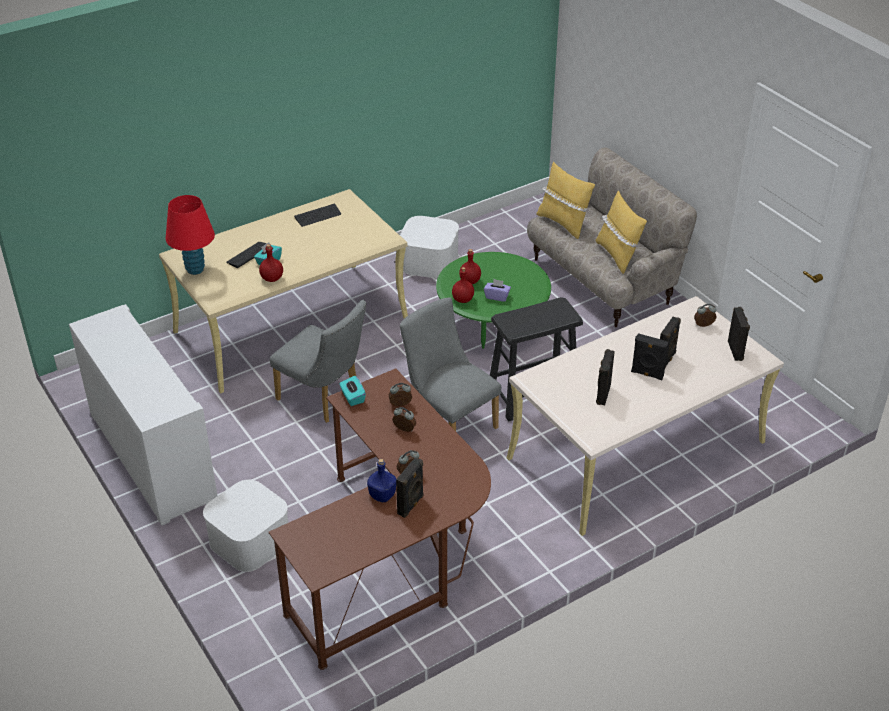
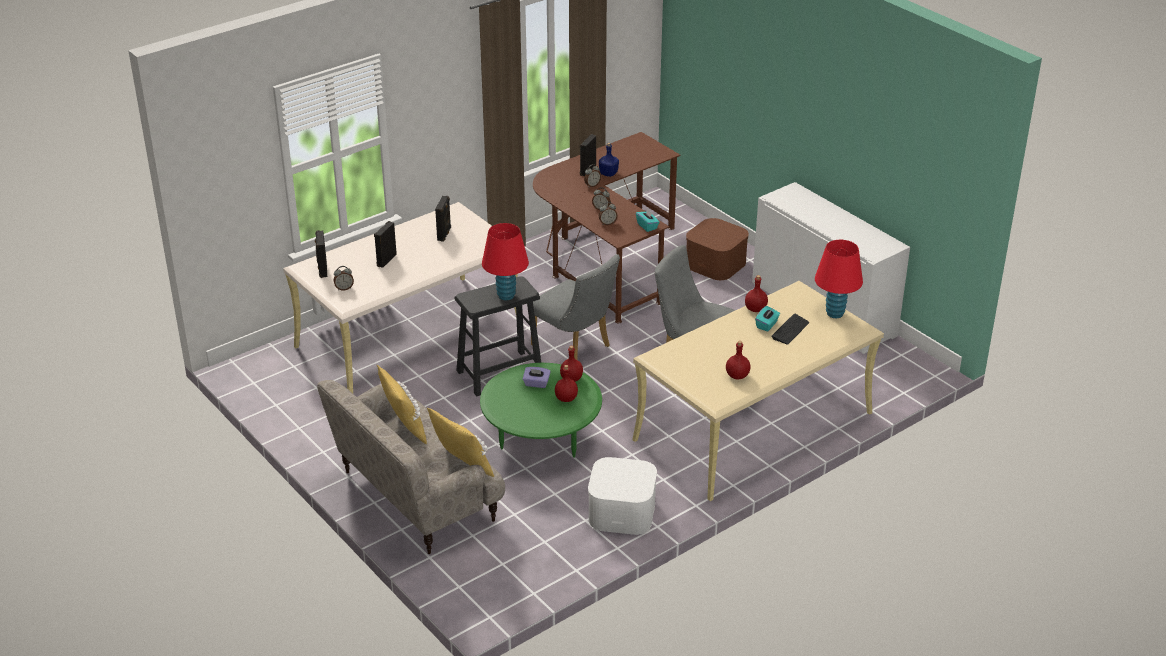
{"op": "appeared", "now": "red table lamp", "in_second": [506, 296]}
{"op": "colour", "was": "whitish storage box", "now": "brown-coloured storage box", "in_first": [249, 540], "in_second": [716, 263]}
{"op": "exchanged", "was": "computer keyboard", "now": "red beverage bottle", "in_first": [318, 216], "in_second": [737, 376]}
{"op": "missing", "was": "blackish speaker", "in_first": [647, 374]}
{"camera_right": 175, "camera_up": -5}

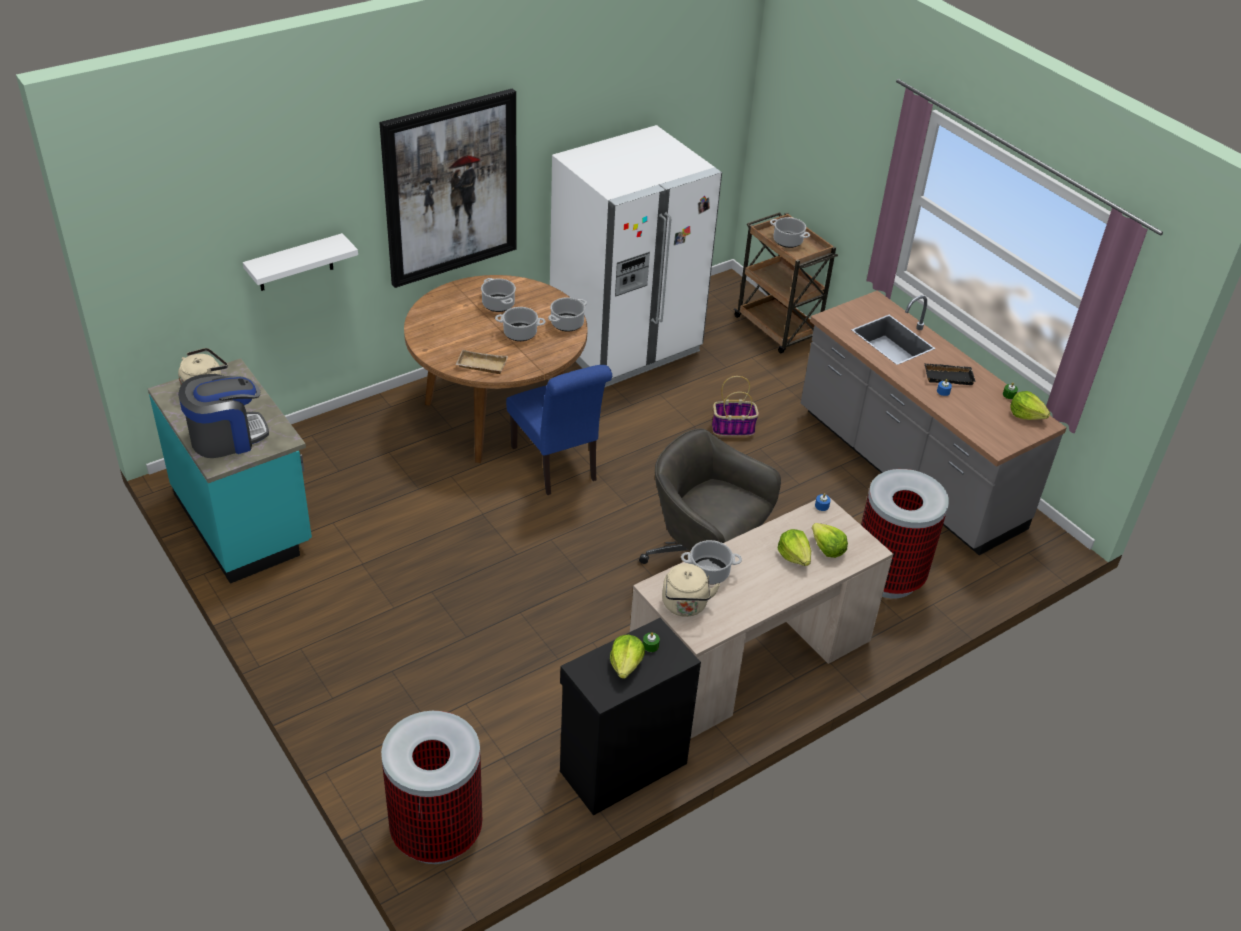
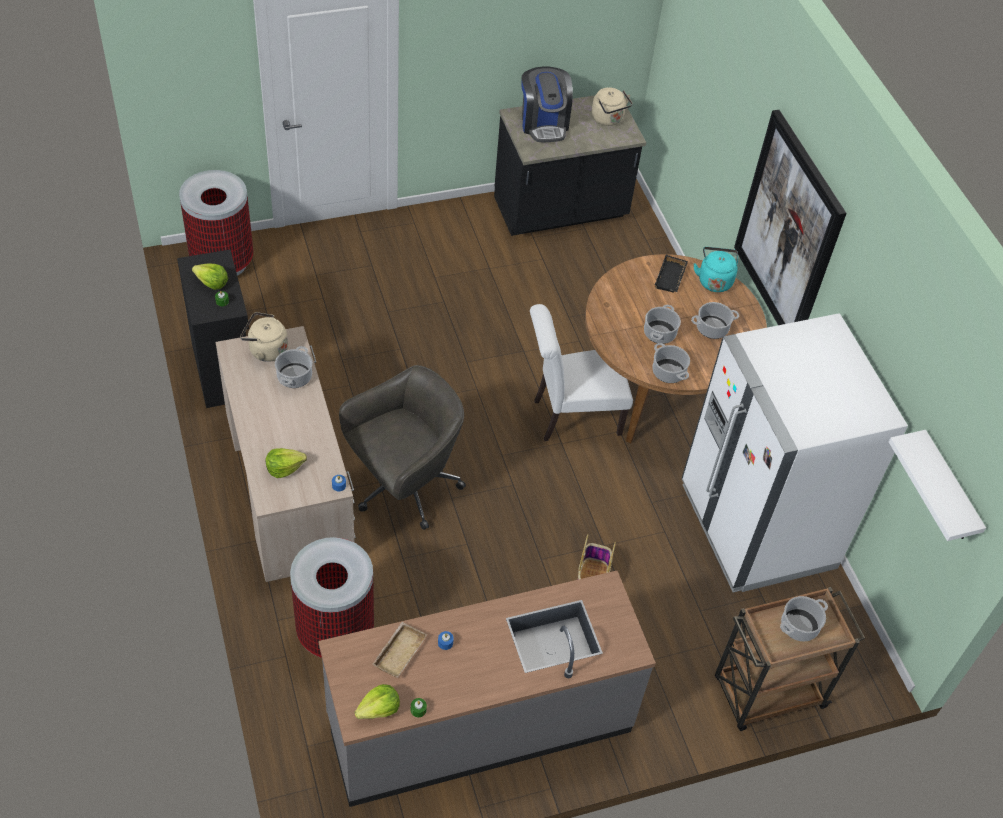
{"op": "relocated", "was": "beige-coloured tray", "in_first": [481, 366], "in_second": [398, 651]}
{"op": "colour", "was": "turquoise counter", "now": "blackish counter", "in_first": [244, 520], "in_second": [560, 211]}
{"op": "colour", "was": "blue upright chair", "now": "whitish upright chair", "in_first": [557, 466], "in_second": [571, 417]}
{"op": "relocated", "was": "blackish tray", "in_first": [948, 376], "in_second": [671, 278]}
{"op": "appeared", "now": "turquoise water kettle", "in_second": [714, 280]}
{"op": "relocated", "was": "whitish wall shelf", "in_first": [295, 263], "in_second": [948, 490]}
{"op": "missing", "was": "lettuce head", "in_first": [794, 556]}
{"camera_right": 105, "camera_up": 10}

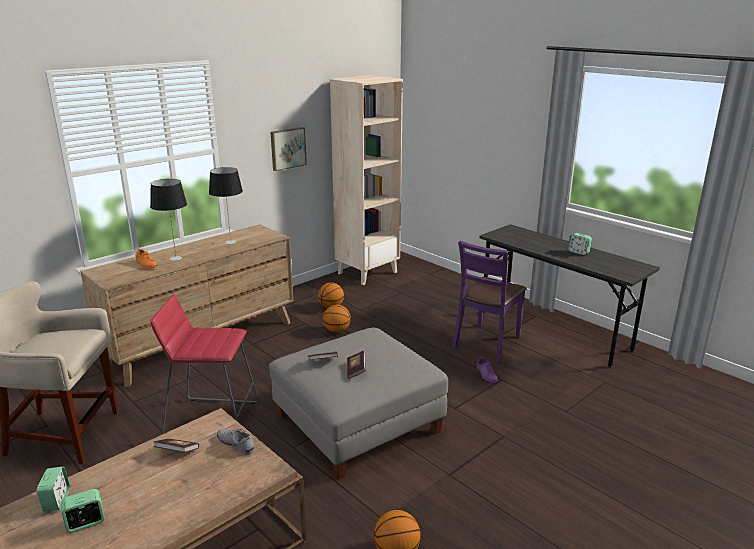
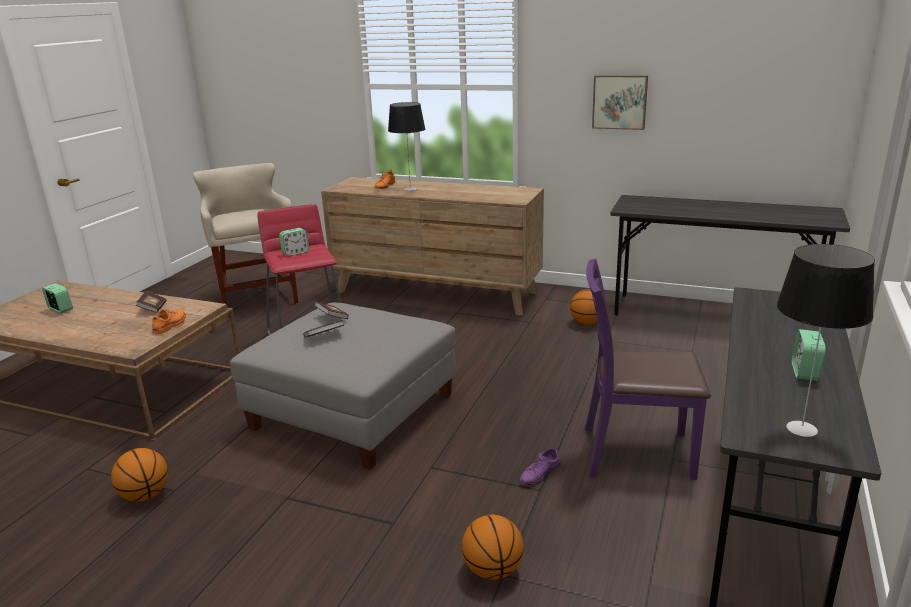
{"op": "colour", "was": "greyish shoe", "now": "orange shoe", "in_first": [236, 443], "in_second": [170, 325]}
{"op": "relocated", "was": "alarm clock", "in_first": [56, 501], "in_second": [295, 252]}
{"op": "relocated", "was": "basketball ball", "in_first": [337, 330], "in_second": [493, 570]}
{"op": "exchanged", "was": "beige-coloured shelving unit", "now": "greyish desk unit", "in_first": [367, 272], "in_second": [713, 315]}
{"op": "relocated", "was": "table lamp", "in_first": [231, 242], "in_second": [803, 429]}
{"camera_right": 65, "camera_up": 0}

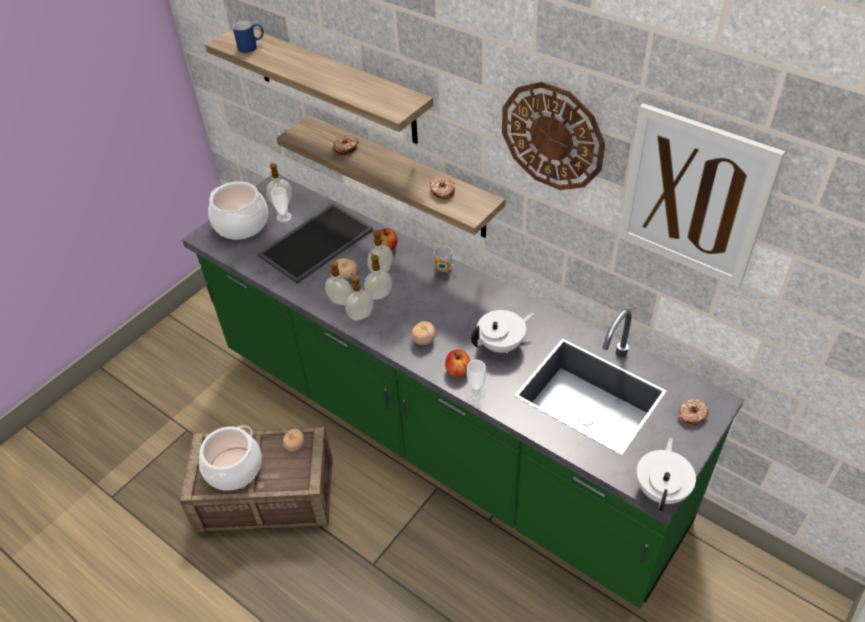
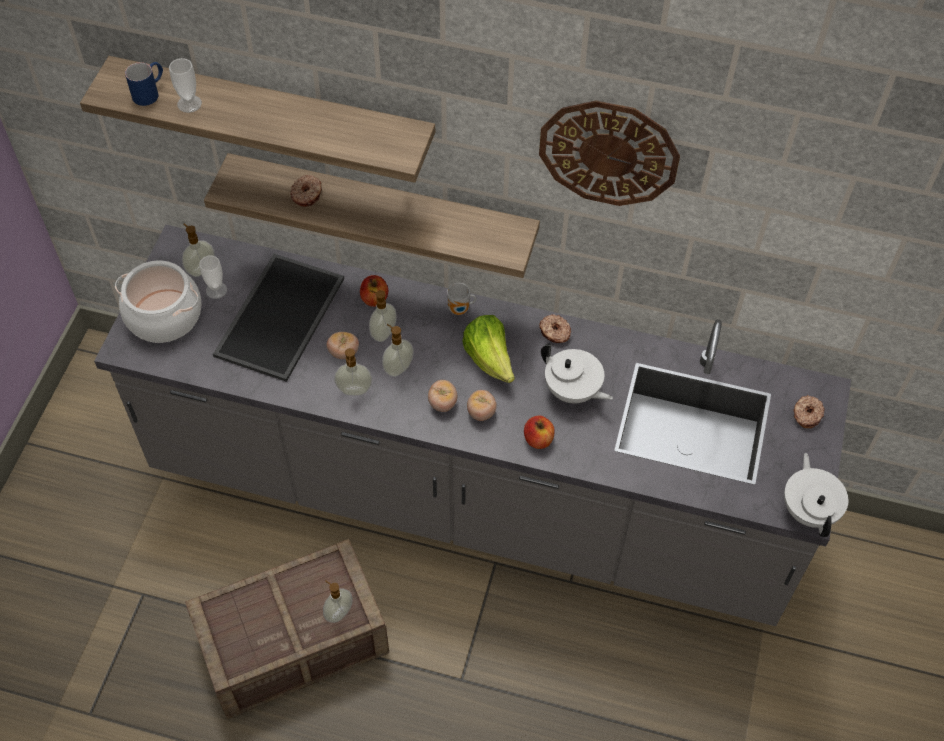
{"op": "colour", "was": "green counter", "now": "greyish counter", "in_first": [439, 435], "in_second": [470, 497]}
{"op": "relocated", "was": "drinking cup", "in_first": [476, 392], "in_second": [189, 104]}
{"op": "relocated", "was": "soap dispenser", "in_first": [360, 315], "in_second": [338, 612]}
{"op": "relocated", "was": "whole tomato", "in_first": [295, 445], "in_second": [442, 403]}
{"op": "appeared", "now": "lettuce head", "in_second": [490, 359]}
{"op": "relocated", "was": "donut", "in_first": [442, 192], "in_second": [554, 332]}
{"op": "spun", "was": "whitish pot for tea", "in_first": [501, 345], "in_second": [572, 391], "clockwise": 90}
{"op": "missing", "was": "saucepot", "in_first": [233, 469]}
{"op": "missing", "was": "wall art", "in_first": [693, 197]}
{"camera_right": -25, "camera_up": 10}

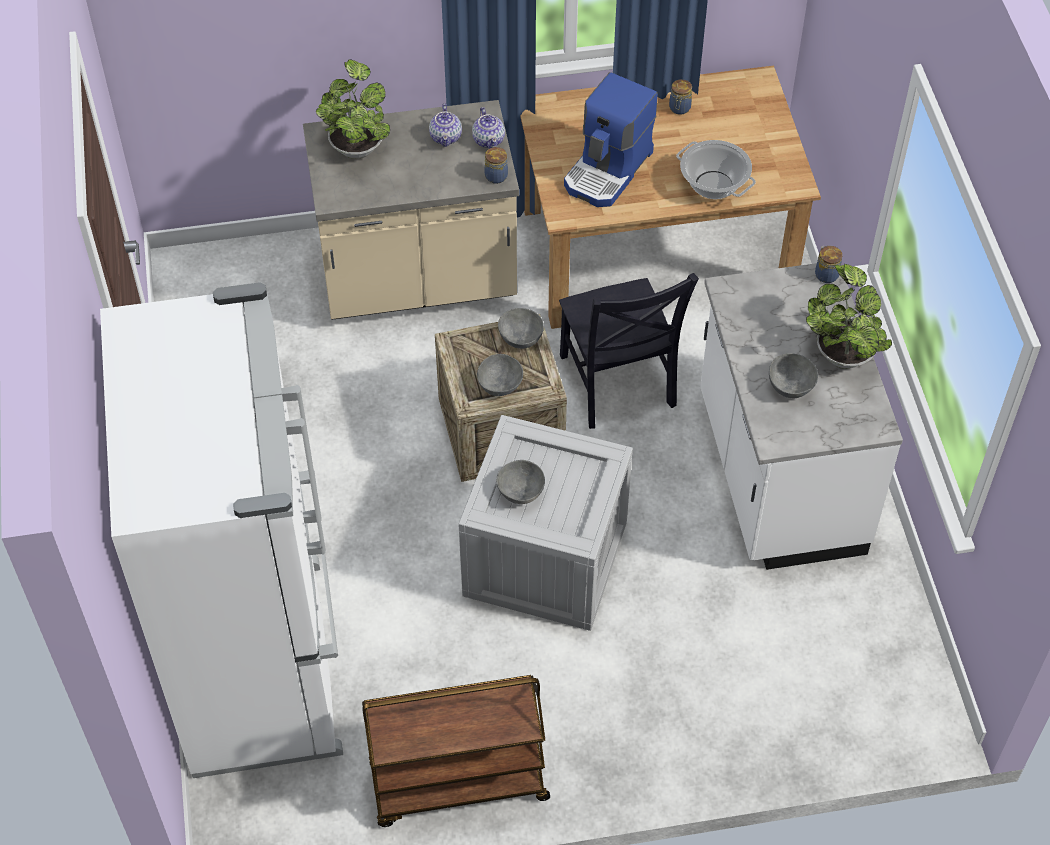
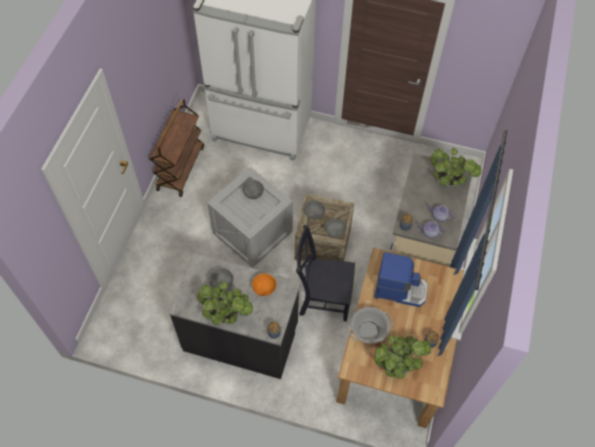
{"op": "colour", "was": "whitish counter", "now": "blackish counter", "in_first": [777, 476], "in_second": [241, 337]}
{"op": "appeared", "now": "orange bowl", "in_second": [263, 289]}
{"op": "appeared", "now": "houseplant", "in_second": [397, 364]}
{"op": "spun", "was": "coffee maker", "in_first": [609, 170], "in_second": [400, 289], "clockwise": 135}
{"camera_right": 115, "camera_up": 5}

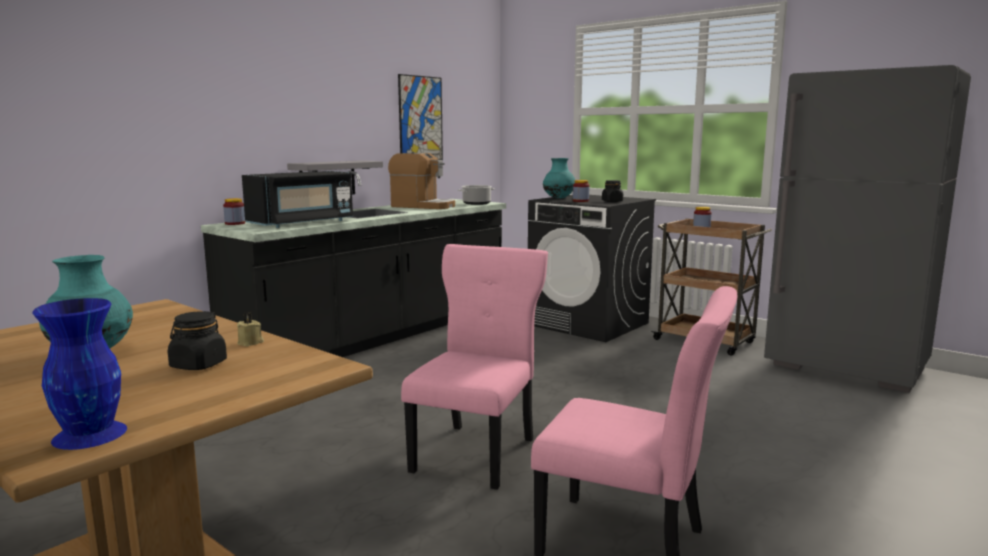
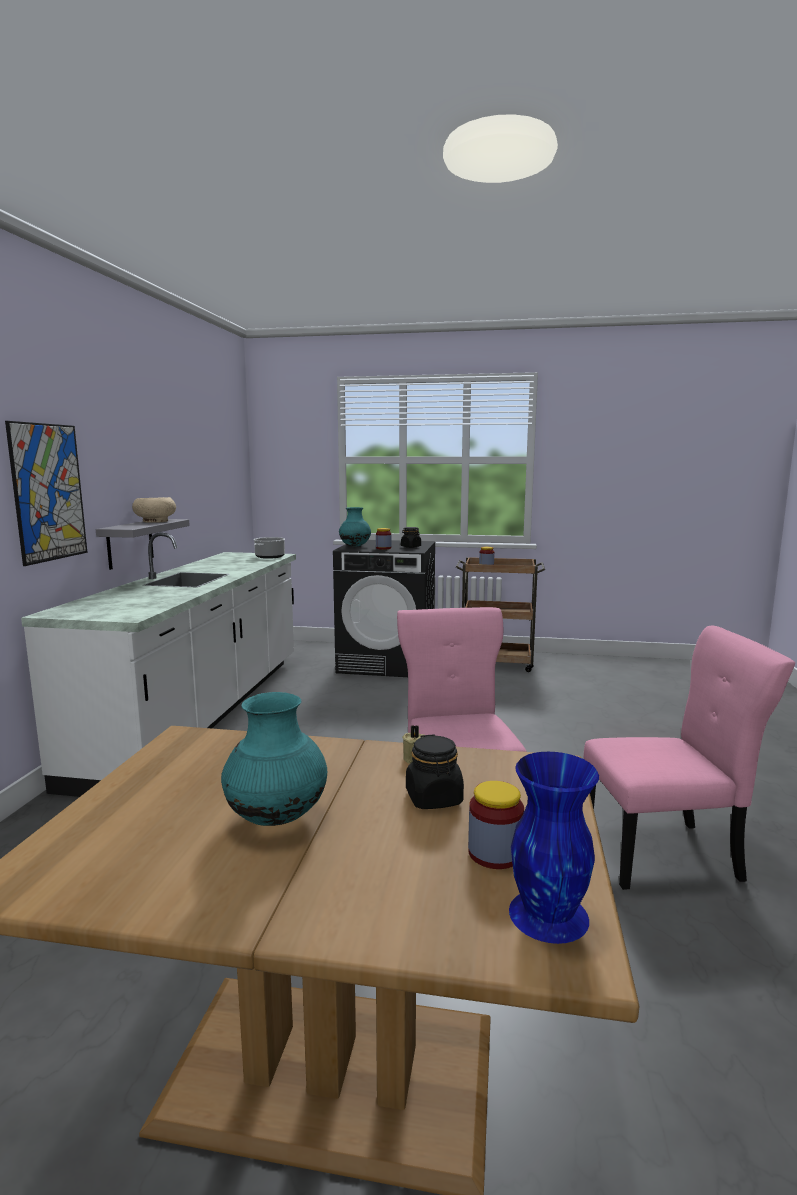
{"op": "relocated", "was": "wall art", "in_first": [420, 119], "in_second": [48, 492]}
{"op": "colour", "was": "blackish counter", "now": "whitish counter", "in_first": [378, 336], "in_second": [202, 713]}
{"op": "appeared", "now": "beige-coloured bowl", "in_second": [155, 521]}
{"op": "relocated", "was": "jar", "in_first": [235, 223], "in_second": [494, 853]}
{"op": "missing", "was": "blackish kitchen microwave", "in_first": [302, 223]}
{"op": "missing", "was": "coffee maker", "in_first": [422, 206]}
{"op": "missing", "was": "greyish kitchen fridge", "in_first": [846, 370]}
{"camera_right": -30, "camera_up": 0}

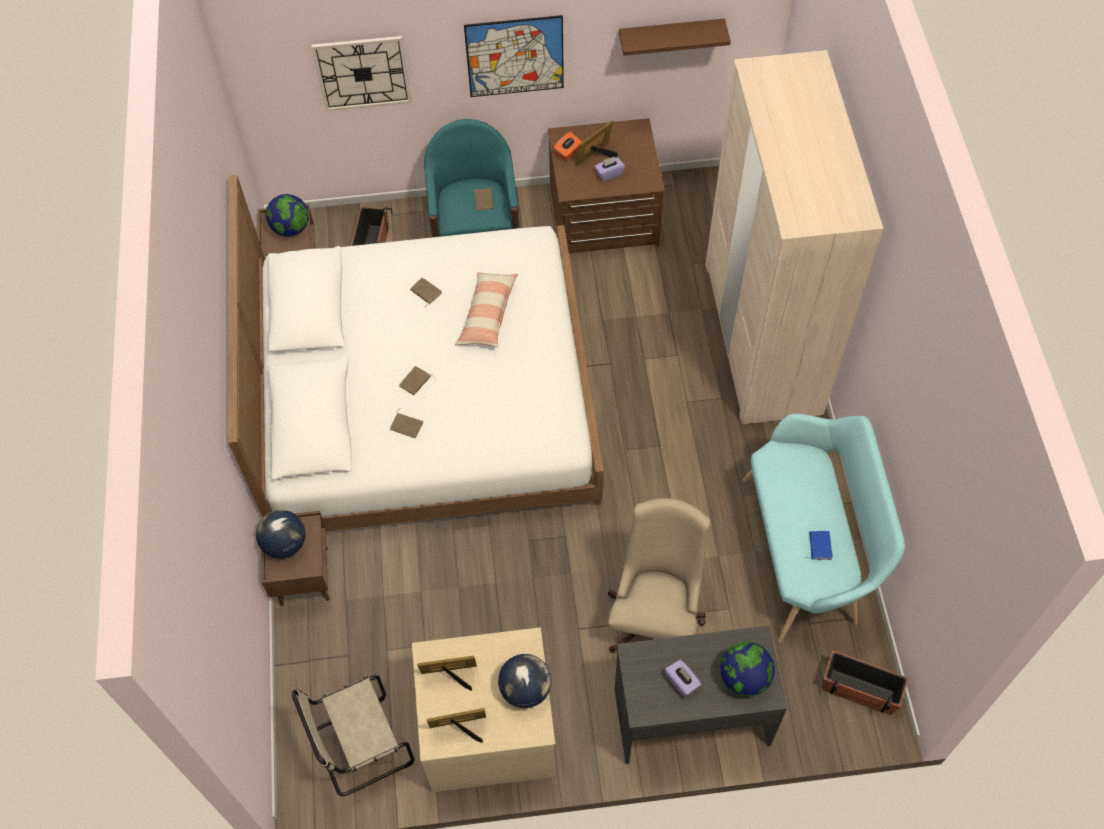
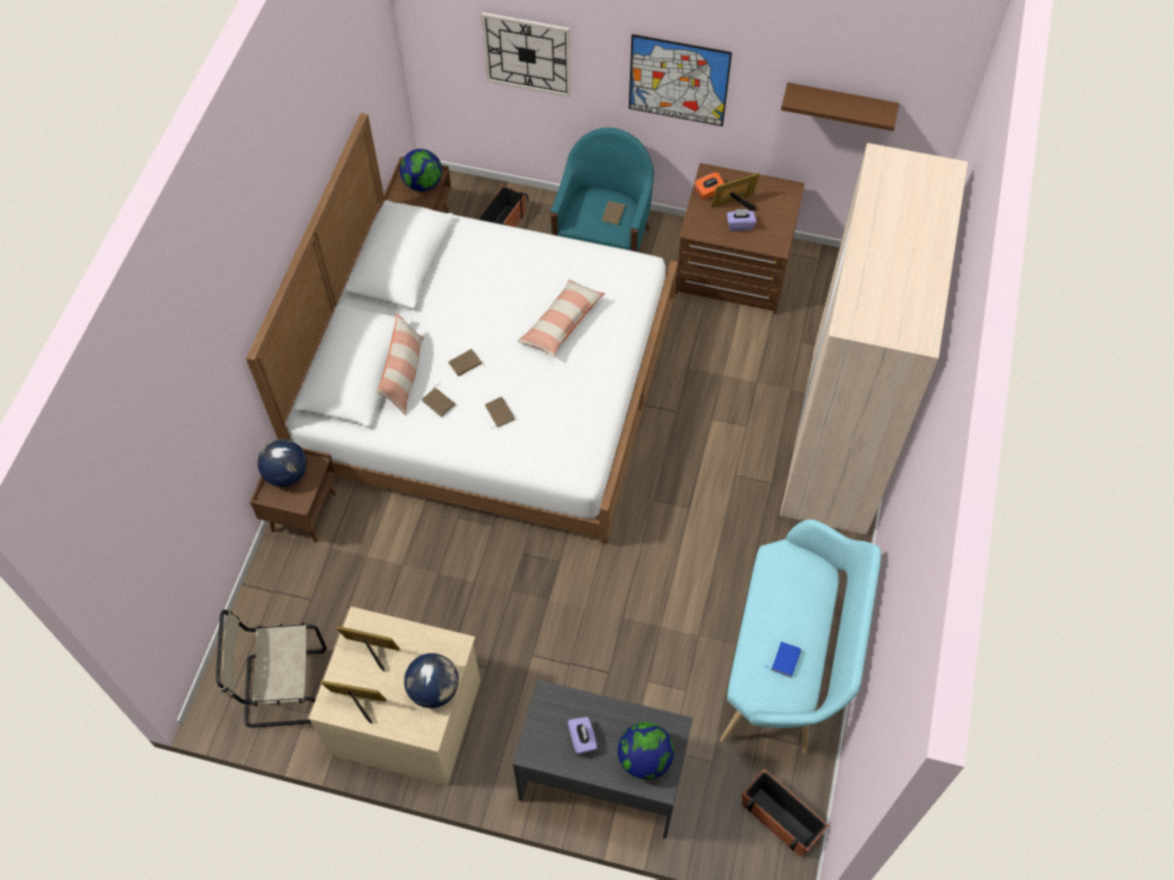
{"op": "appeared", "now": "throw pillow", "in_second": [404, 374]}
{"op": "relocated", "was": "brown-coloured bound book", "in_first": [425, 292], "in_second": [498, 413]}
{"op": "missing", "was": "beige-coloured desk chair", "in_first": [655, 616]}
{"camera_right": 20, "camera_up": 0}

